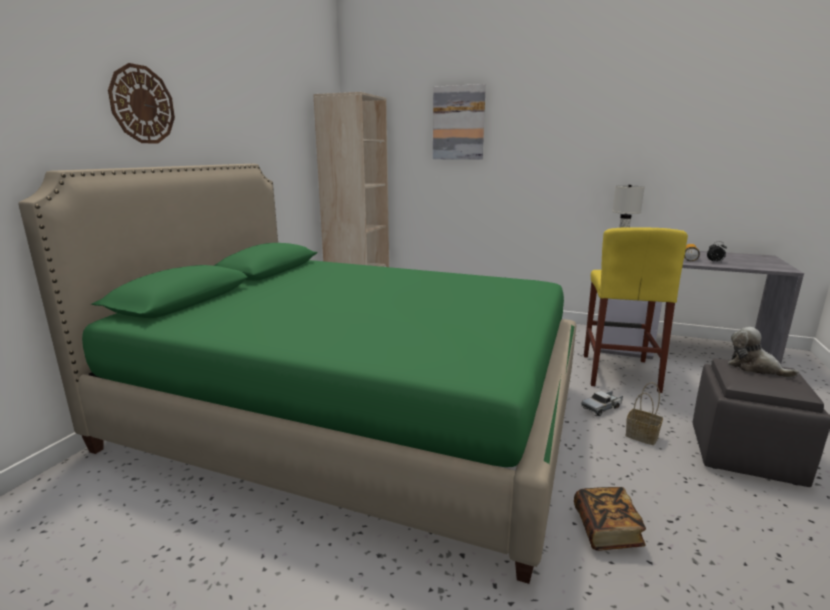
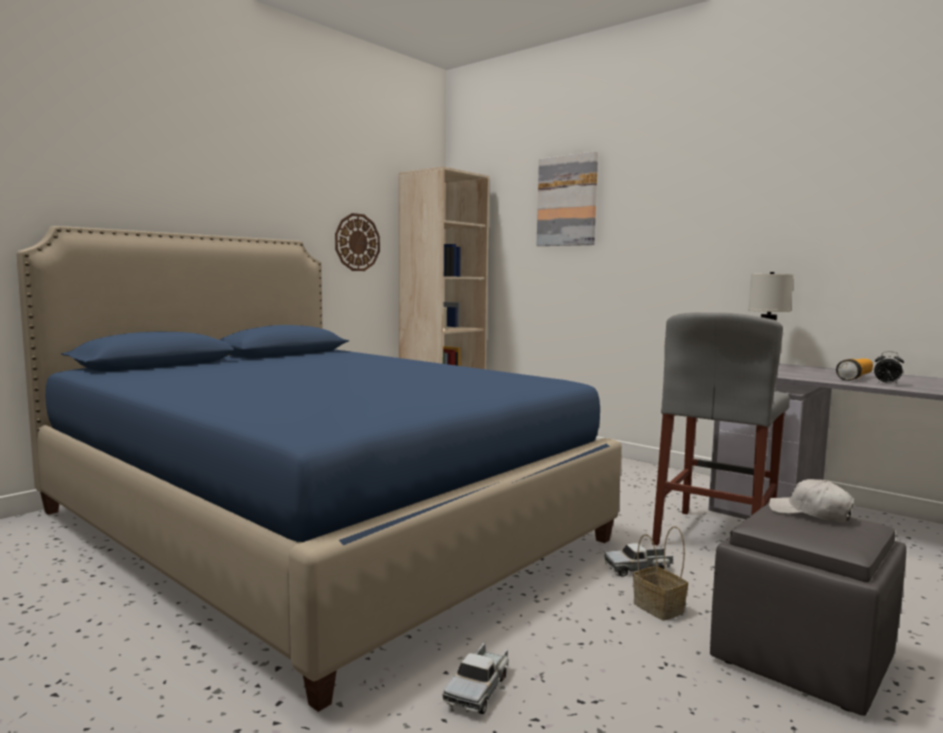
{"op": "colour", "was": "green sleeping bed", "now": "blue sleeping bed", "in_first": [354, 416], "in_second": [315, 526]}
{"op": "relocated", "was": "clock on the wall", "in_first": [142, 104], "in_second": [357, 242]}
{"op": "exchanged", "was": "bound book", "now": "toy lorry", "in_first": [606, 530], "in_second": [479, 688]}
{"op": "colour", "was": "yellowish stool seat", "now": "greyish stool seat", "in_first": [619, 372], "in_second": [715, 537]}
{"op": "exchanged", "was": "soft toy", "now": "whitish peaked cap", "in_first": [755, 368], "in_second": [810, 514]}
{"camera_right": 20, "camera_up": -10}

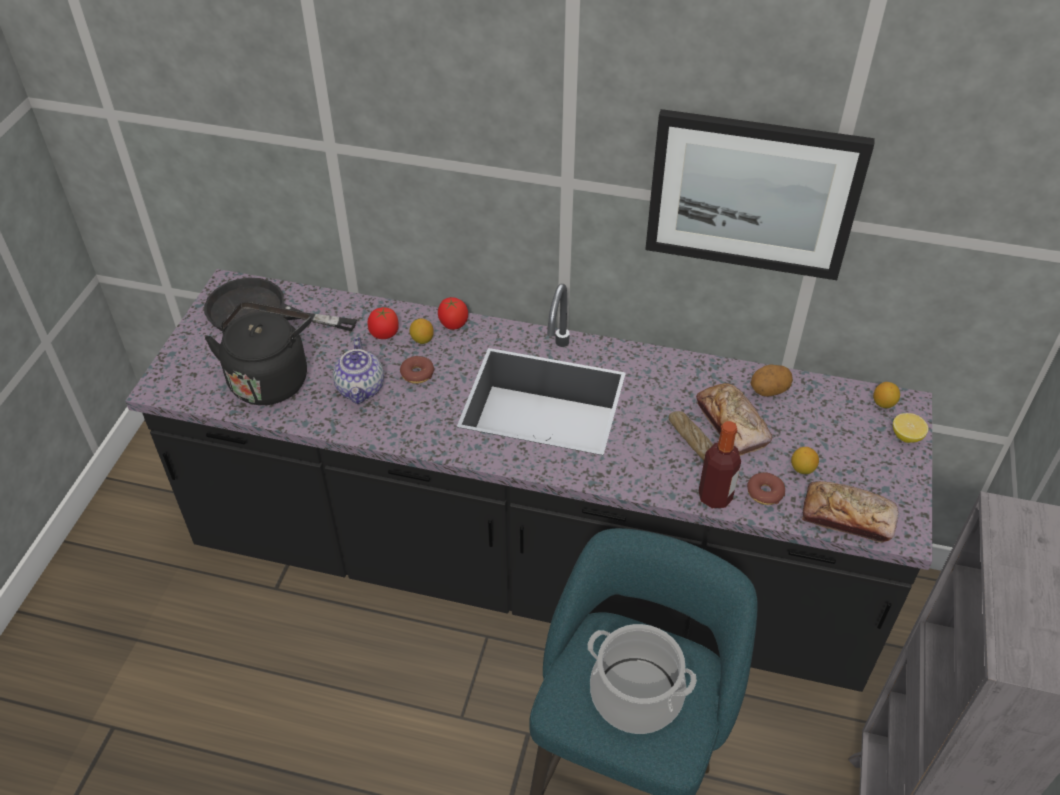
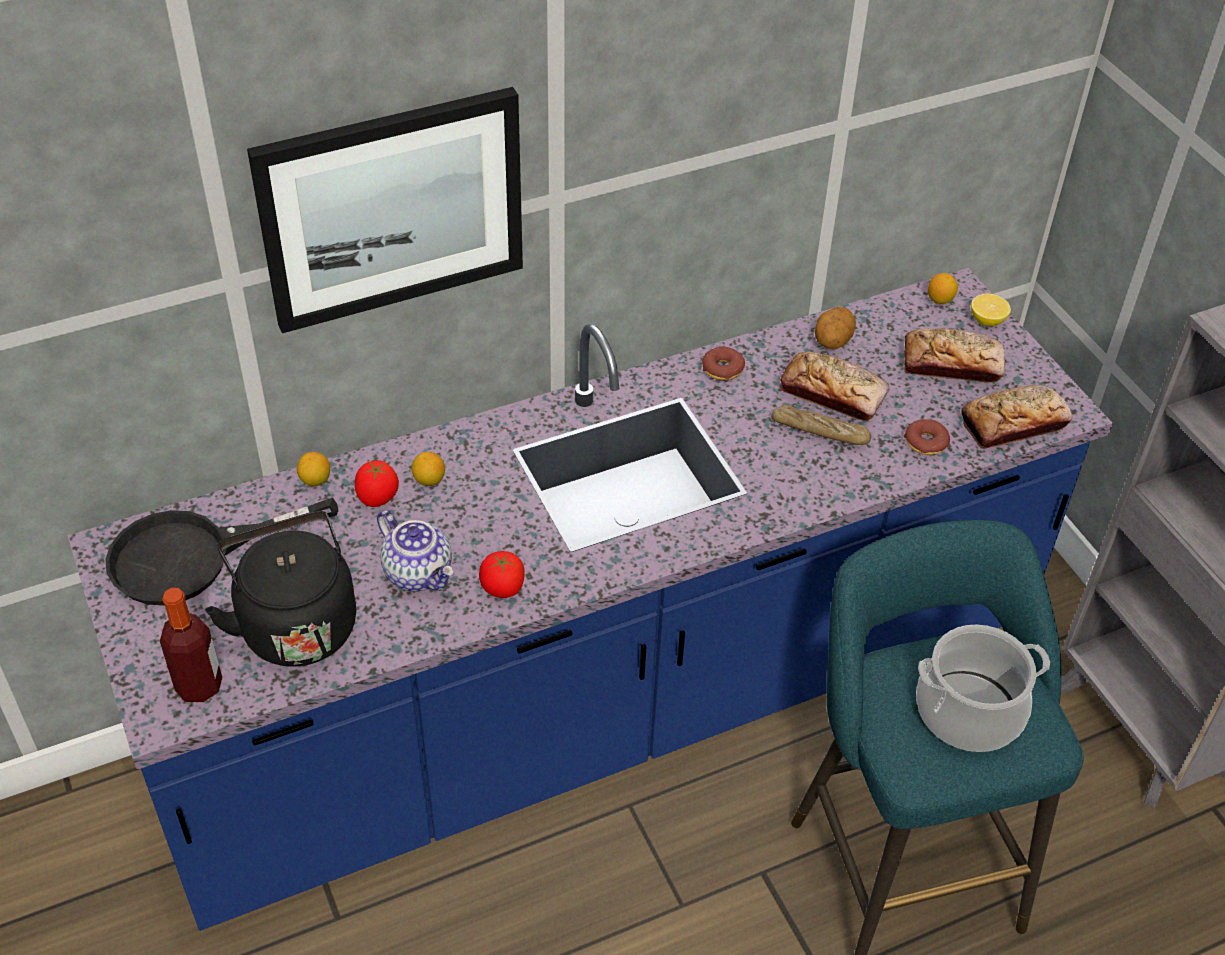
{"op": "colour", "was": "blackish counter", "now": "blue counter", "in_first": [530, 566], "in_second": [605, 703]}
{"op": "relocated", "was": "beverage bottle", "in_first": [715, 497], "in_second": [199, 686]}
{"op": "relocated", "was": "wall art", "in_first": [752, 194], "in_second": [392, 208]}
{"op": "relocated", "was": "lemon", "in_first": [802, 469], "in_second": [315, 480]}
{"op": "relocated", "was": "whole tomato", "in_first": [453, 324], "in_second": [502, 588]}
{"op": "relocated", "was": "donut", "in_first": [417, 374], "in_second": [722, 369]}
{"op": "appeared", "now": "bakery bread", "in_second": [951, 364]}
{"camera_right": -40, "camera_up": 0}

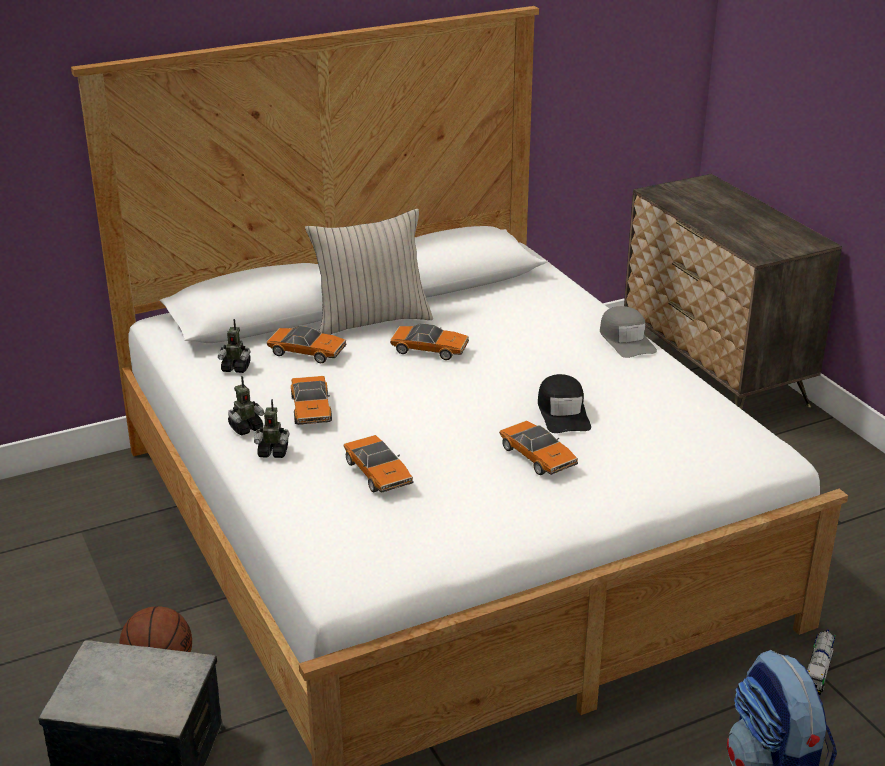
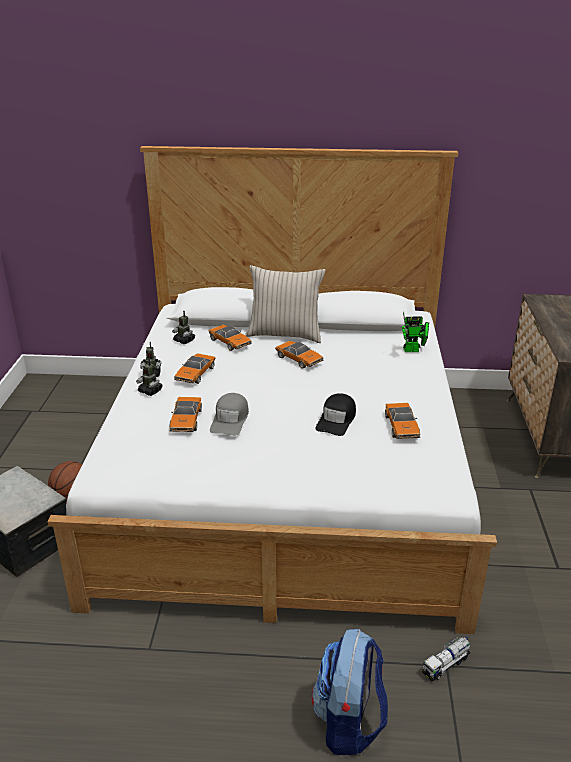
{"op": "relocated", "was": "greyish peaked cap", "in_first": [626, 340], "in_second": [230, 420]}
{"op": "relocated", "was": "model car", "in_first": [538, 457], "in_second": [401, 427]}
{"op": "appeared", "now": "model robot", "in_second": [414, 350]}
{"camera_right": 30, "camera_up": 0}

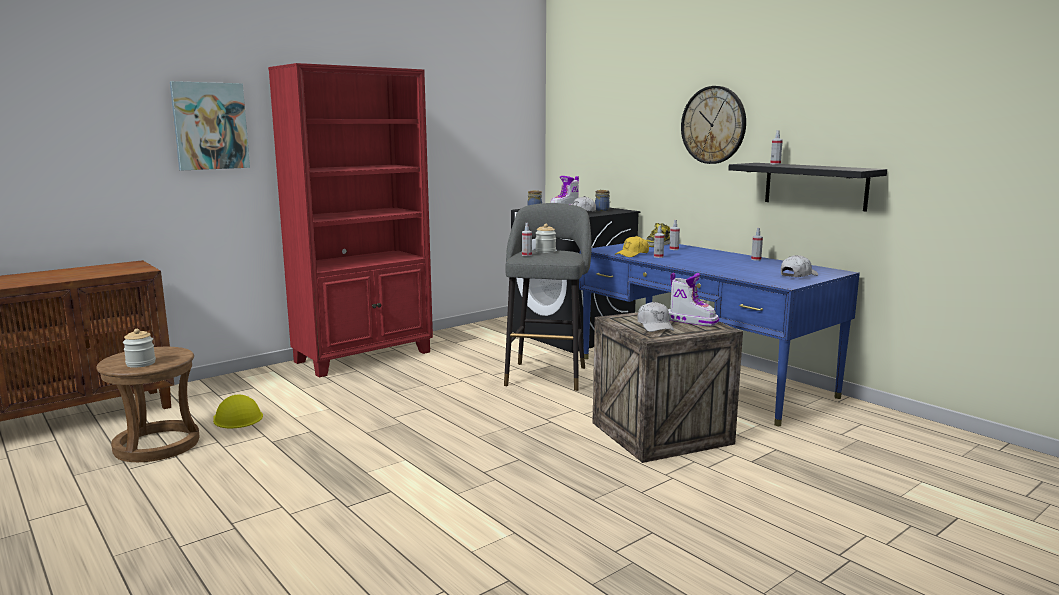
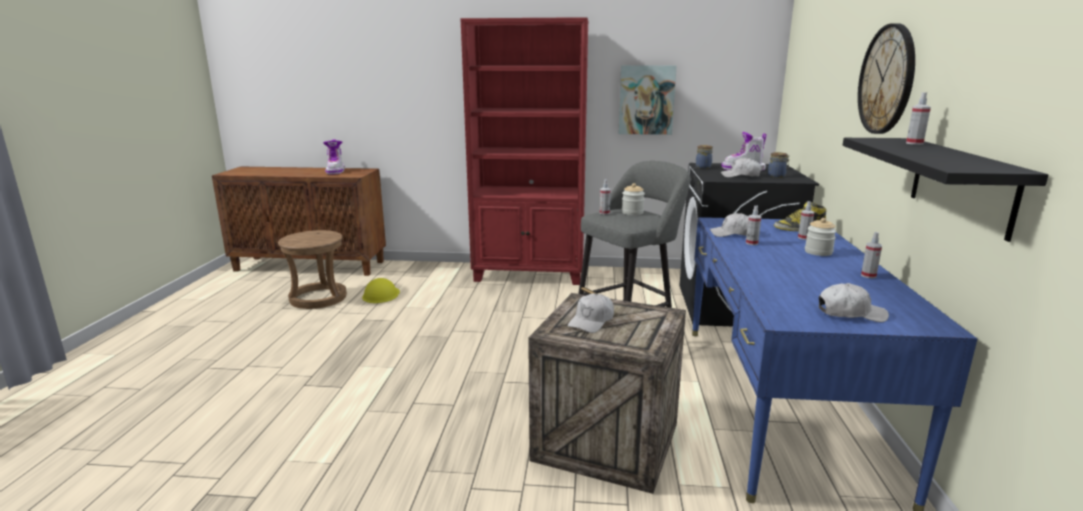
{"op": "relocated", "was": "high-top boot", "in_first": [691, 321], "in_second": [335, 171]}
{"op": "relocated", "was": "wall art", "in_first": [210, 126], "in_second": [646, 100]}
{"op": "colour", "was": "yellowish peaked cap", "now": "whitish peaked cap", "in_first": [632, 254], "in_second": [733, 234]}
{"op": "relocated", "was": "jar", "in_first": [141, 363], "in_second": [818, 252]}
{"camera_right": 45, "camera_up": 5}

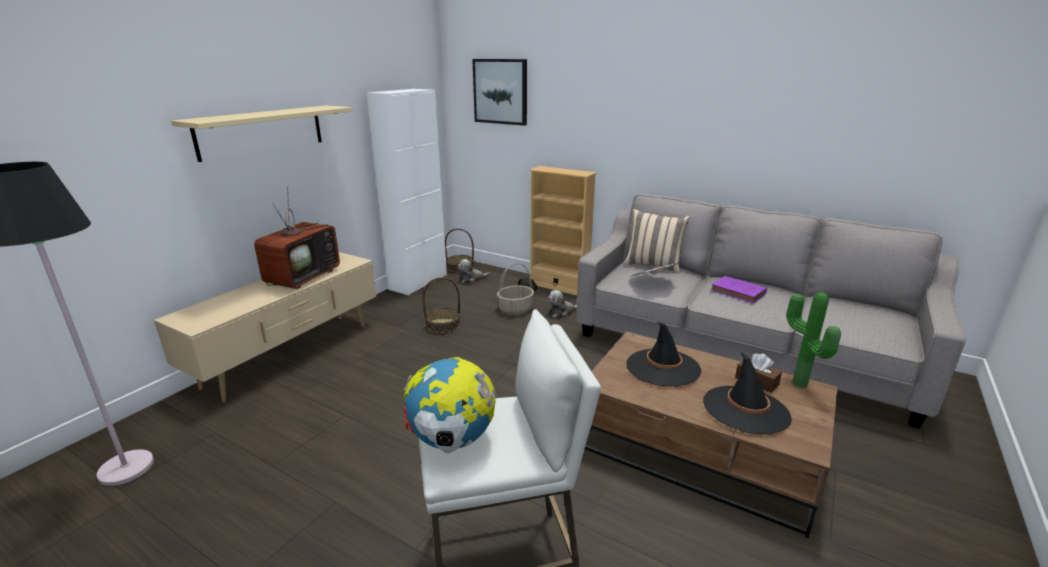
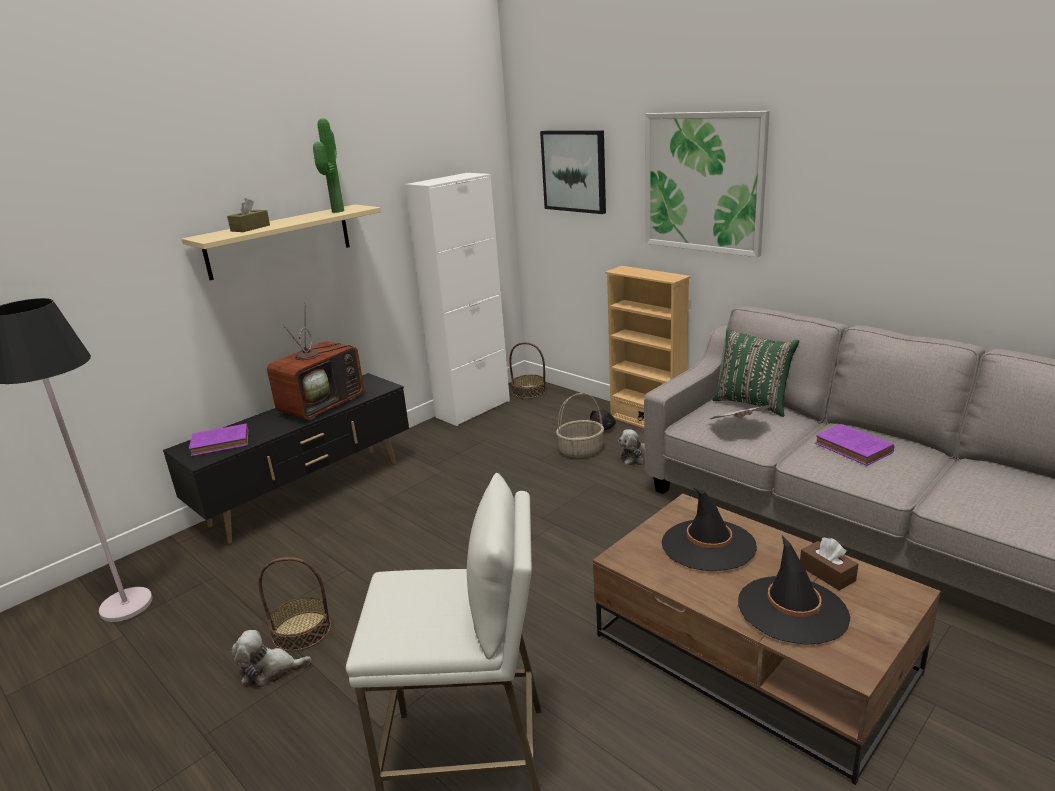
{"op": "colour", "was": "beige-coloured tv stand", "now": "blackish tv stand", "in_first": [291, 355], "in_second": [309, 493]}
{"op": "appeared", "now": "purple-coloured bound book", "in_second": [222, 443]}
{"op": "appeared", "now": "brown-coloured tissue box", "in_second": [250, 228]}
{"op": "relocated", "was": "soft toy", "in_first": [472, 279], "in_second": [270, 671]}
{"op": "relocated", "was": "household basket", "in_first": [443, 325], "in_second": [302, 631]}
{"op": "relocated", "was": "houseplant", "in_first": [797, 385], "in_second": [335, 211]}
{"op": "appeared", "now": "wall art", "in_second": [703, 182]}
{"op": "colour", "was": "beige-coloured throw pillow", "now": "green throw pillow", "in_first": [653, 265], "in_second": [752, 403]}
{"op": "missing", "was": "desk globe", "in_first": [452, 441]}
{"camera_right": 15, "camera_up": 0}

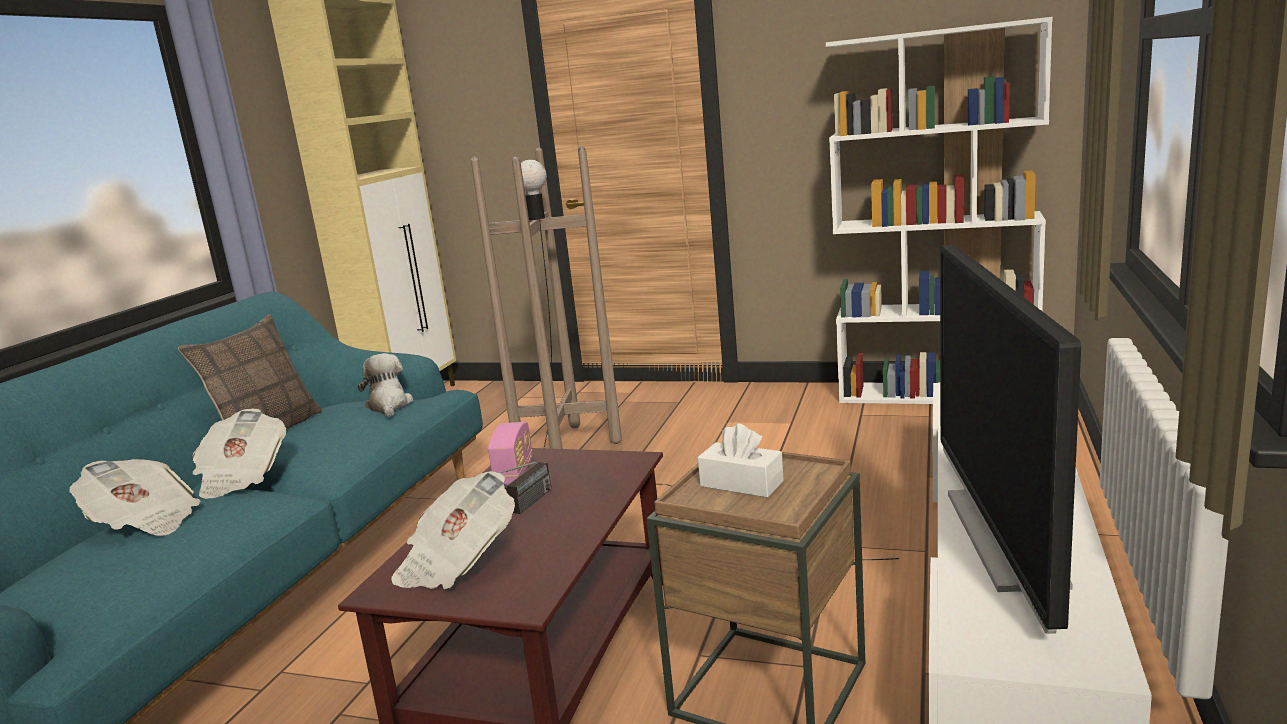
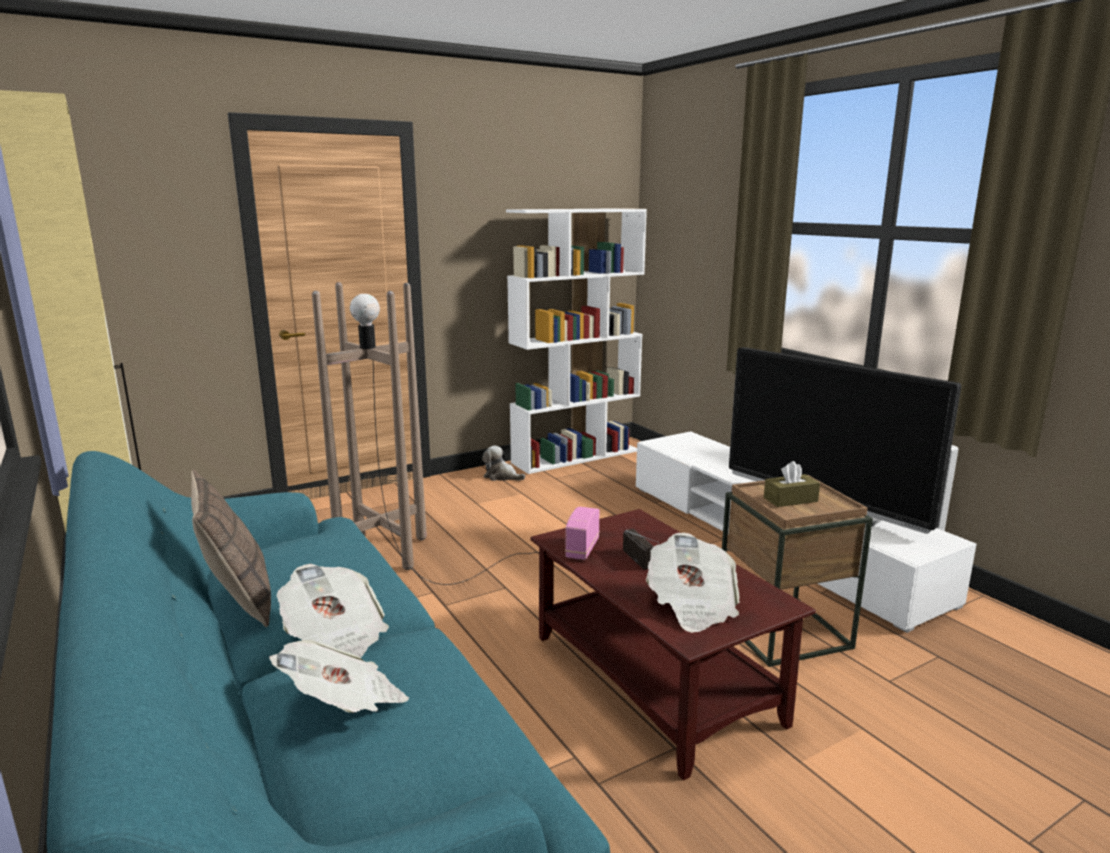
{"op": "relocated", "was": "soft toy", "in_first": [389, 405], "in_second": [501, 476]}
{"op": "spun", "was": "radio receiver", "in_first": [514, 473], "in_second": [582, 549], "clockwise": -120}
{"op": "colour", "was": "whitish tissue box", "now": "brown-coloured tissue box", "in_first": [741, 484], "in_second": [790, 499]}
{"camera_right": -50, "camera_up": 0}

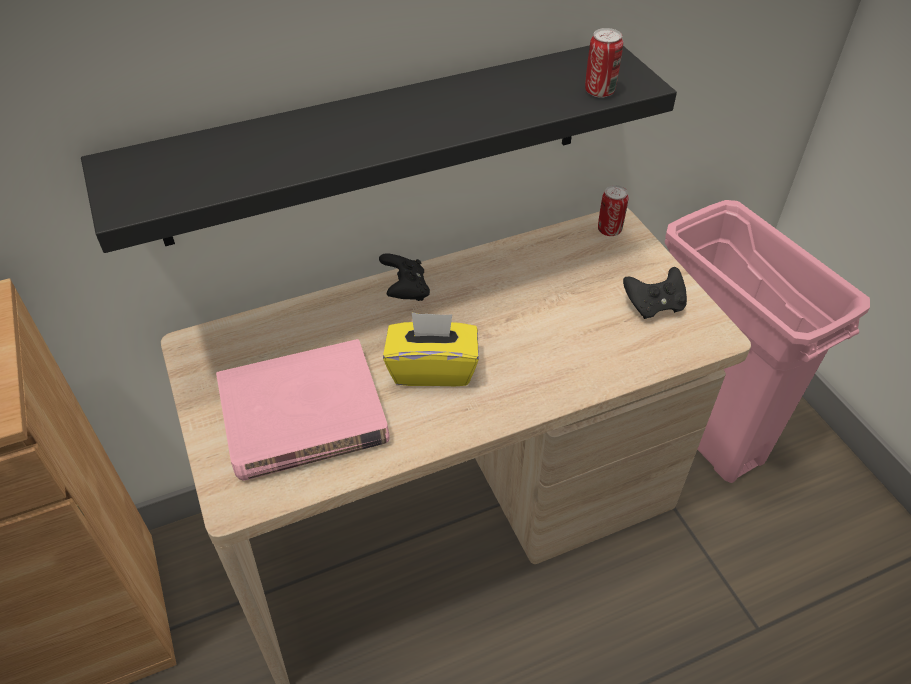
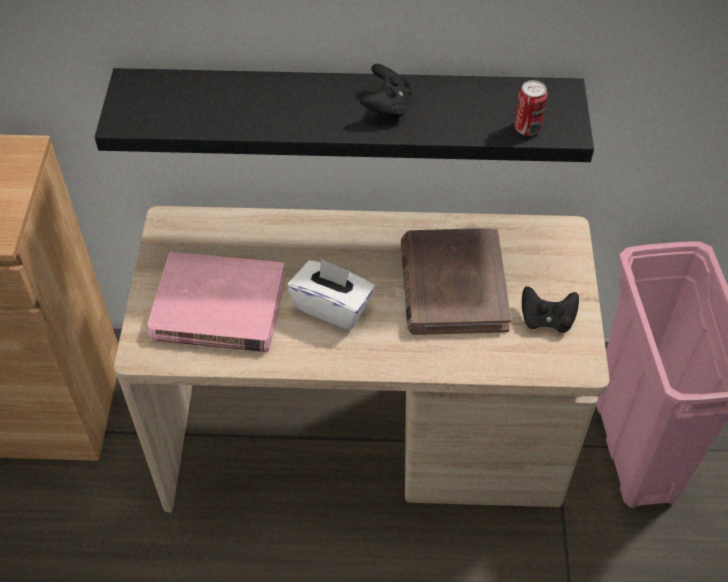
{"op": "colour", "was": "yellowish tissue box", "now": "whitish tissue box", "in_first": [432, 369], "in_second": [332, 306]}
{"op": "relocated", "was": "blackish game controller", "in_first": [405, 291], "in_second": [387, 106]}
{"op": "appeared", "now": "brown-coloured bound book", "in_second": [452, 285]}
{"op": "missing", "was": "can", "in_first": [609, 230]}
{"camera_right": 25, "camera_up": 5}

